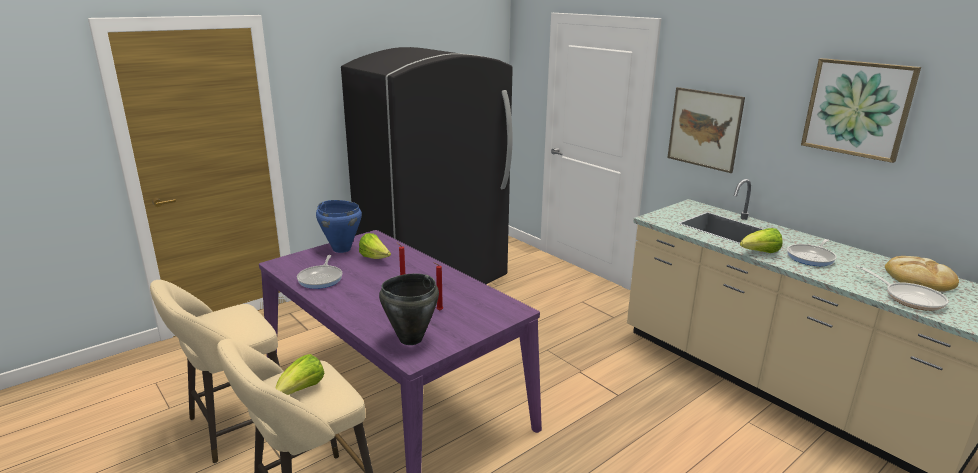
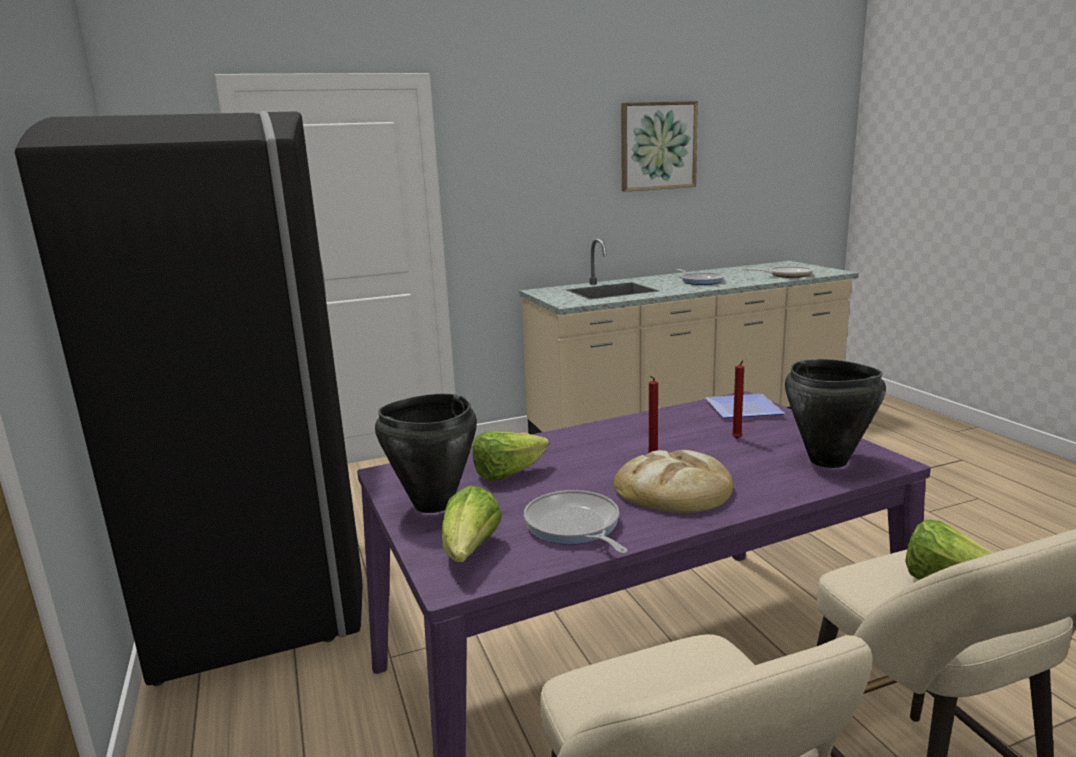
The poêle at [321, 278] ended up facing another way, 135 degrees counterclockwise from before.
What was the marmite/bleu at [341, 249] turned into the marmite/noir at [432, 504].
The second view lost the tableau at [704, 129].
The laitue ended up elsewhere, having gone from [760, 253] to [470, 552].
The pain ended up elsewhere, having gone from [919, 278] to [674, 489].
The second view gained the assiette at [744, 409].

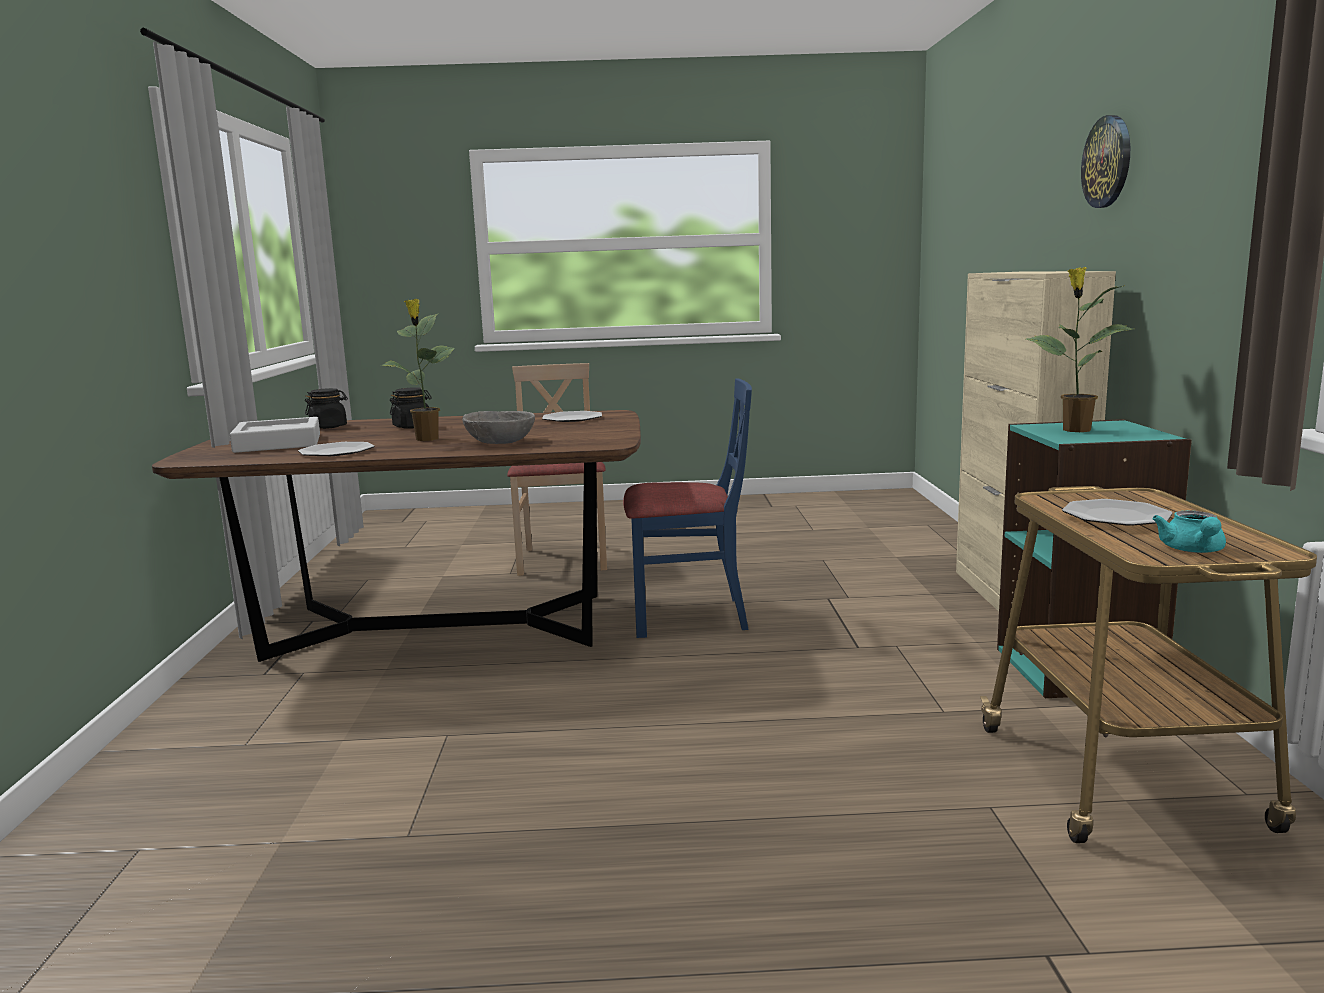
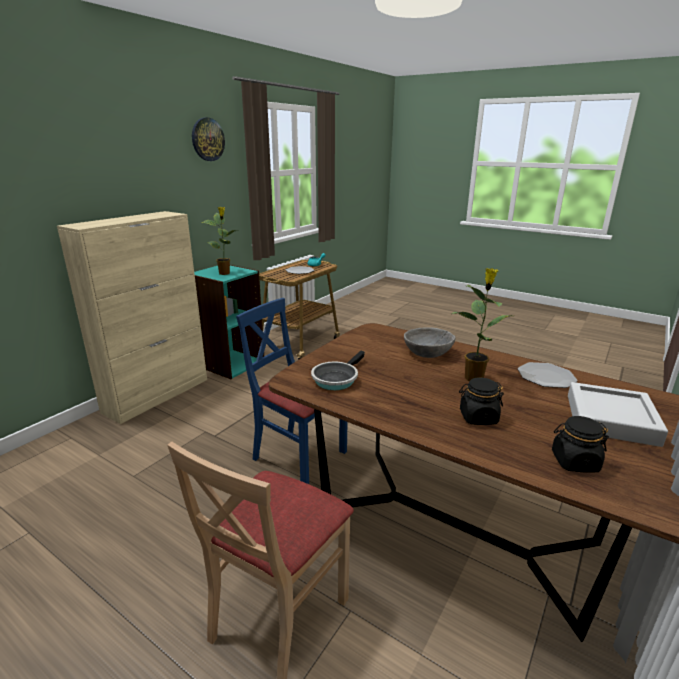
Where the assiette stood at [572, 418], the poêle came to stand at [336, 379].
The horloge murale ended up elsewhere, having gone from [1107, 162] to [207, 139].

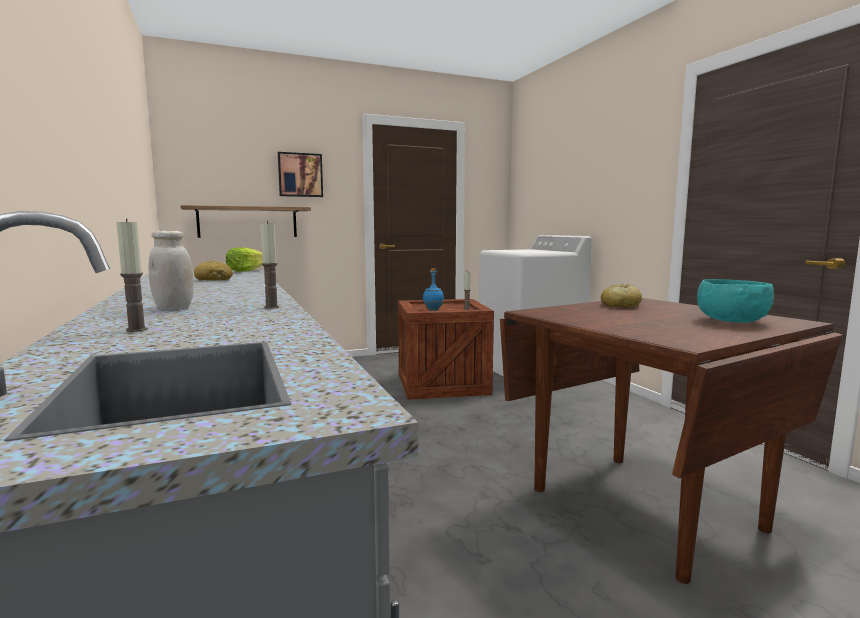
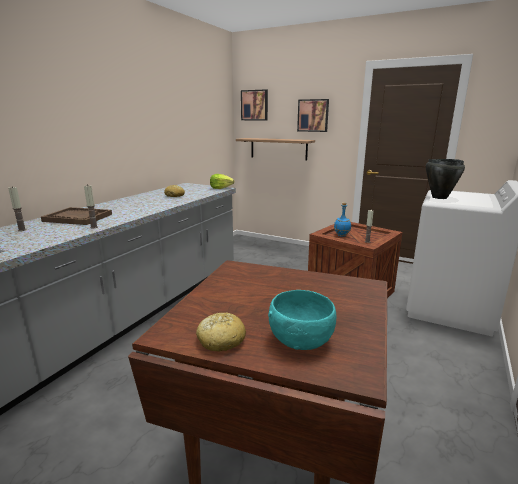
Where the bocal/blanc stood at [174, 308], the plateau/marron came to stand at [77, 218].
The pain ended up elsewhere, having gone from [620, 305] to [220, 340].
The second view gained the tableau at [254, 105].
The second view gained the marmite/noir at [439, 197].

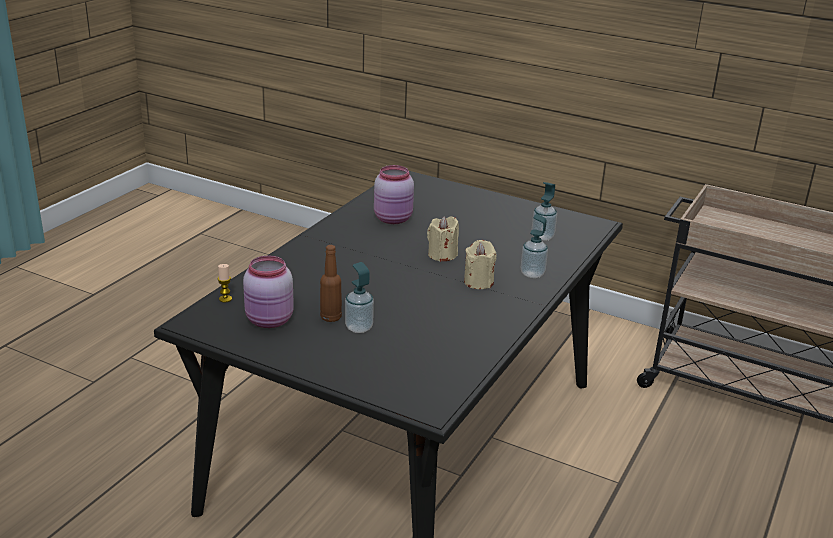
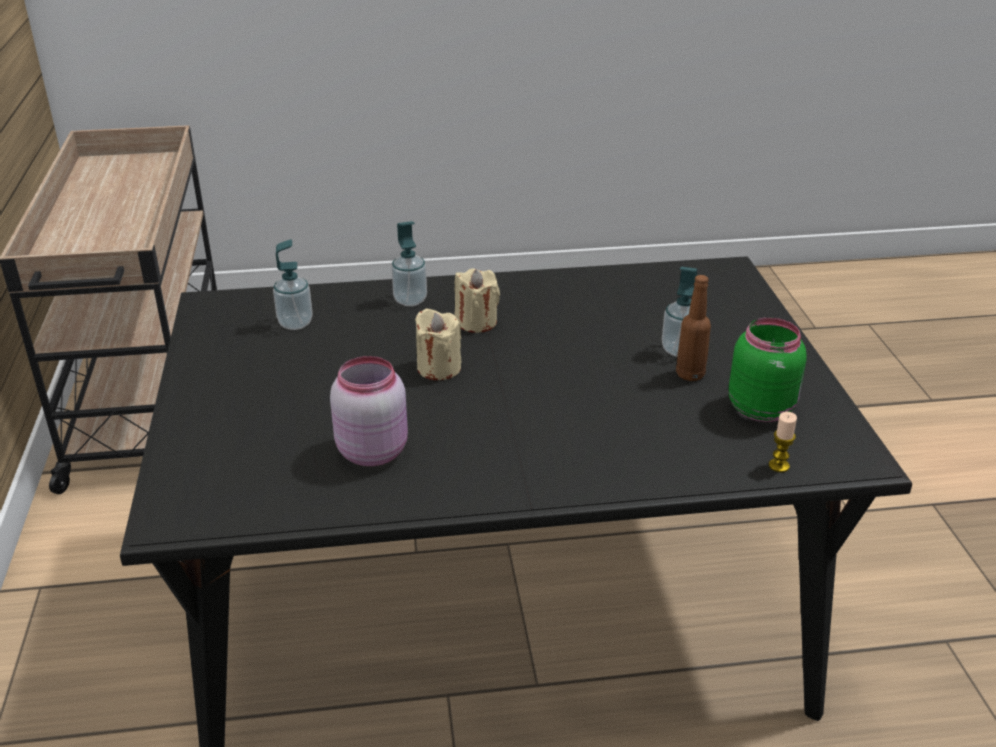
What was the bocal/rose at [270, 321] turned into the bocal/vert at [761, 408].

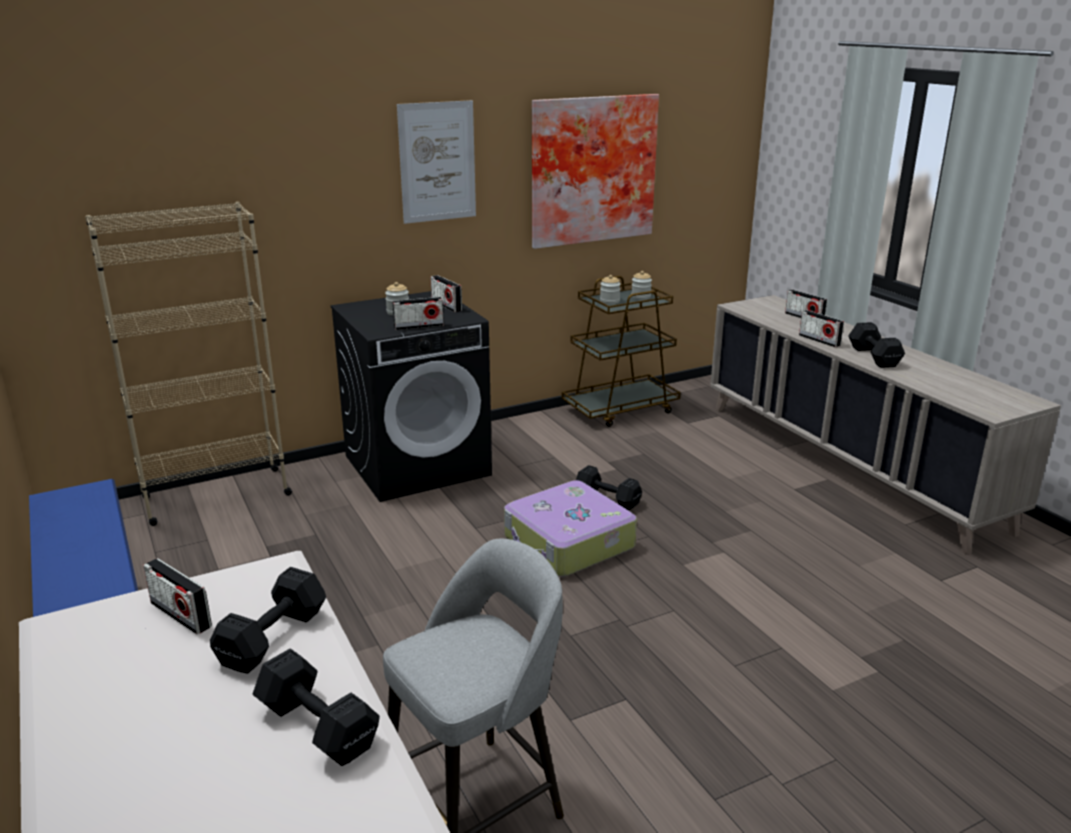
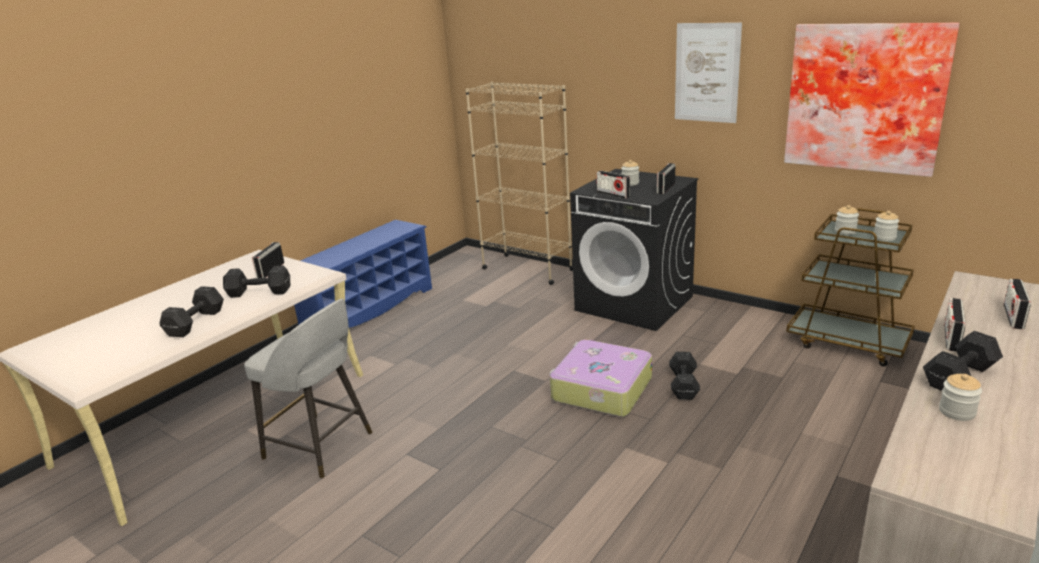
The second view gained the bocal at [957, 412].

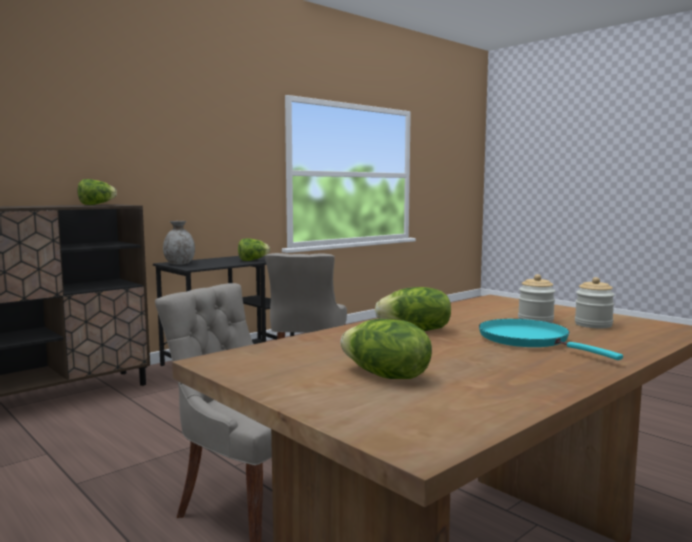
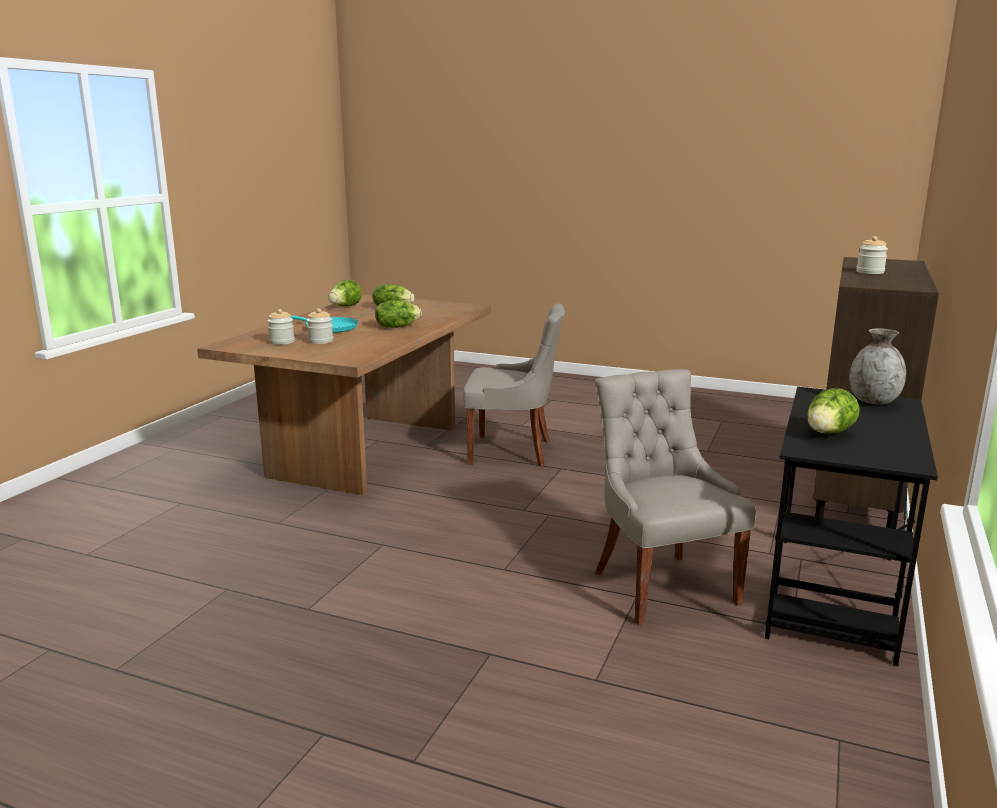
The laitue ended up elsewhere, having gone from [96, 204] to [344, 307].
The second view gained the bocal at [870, 272].

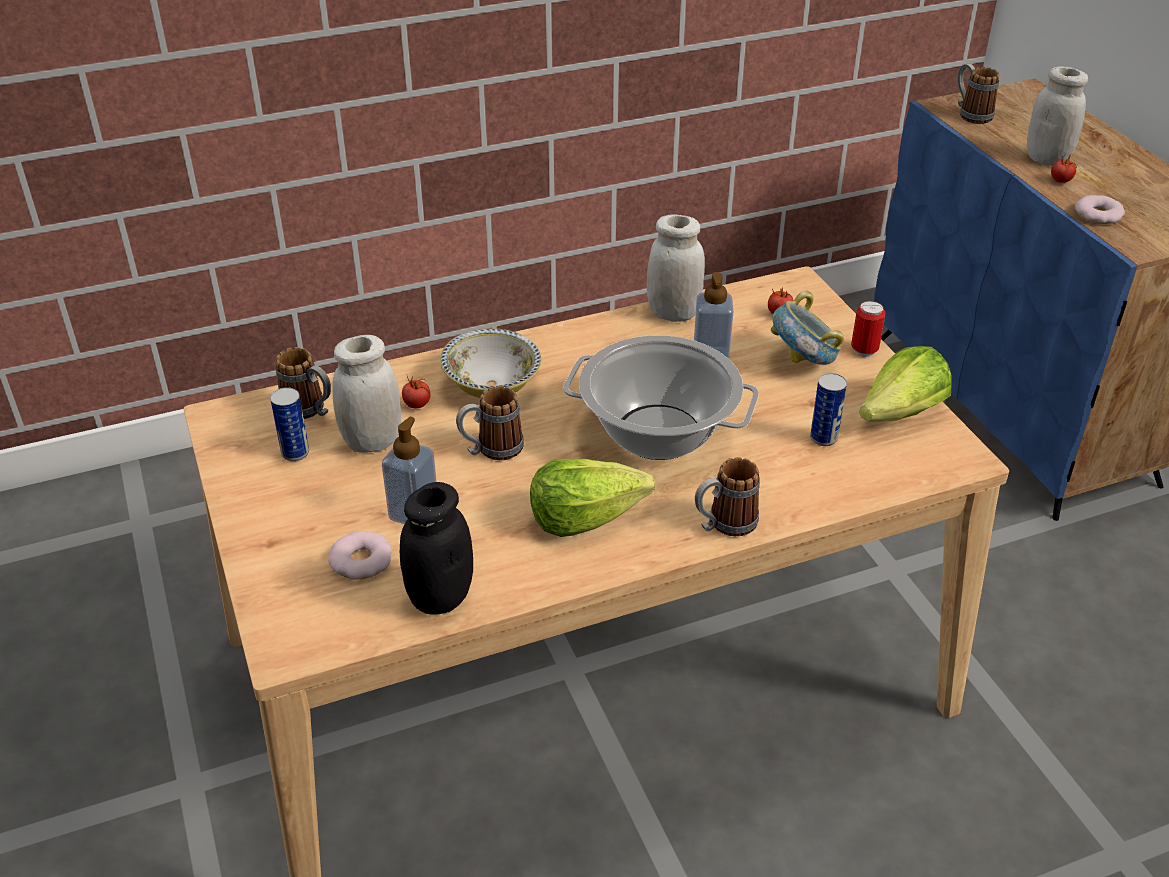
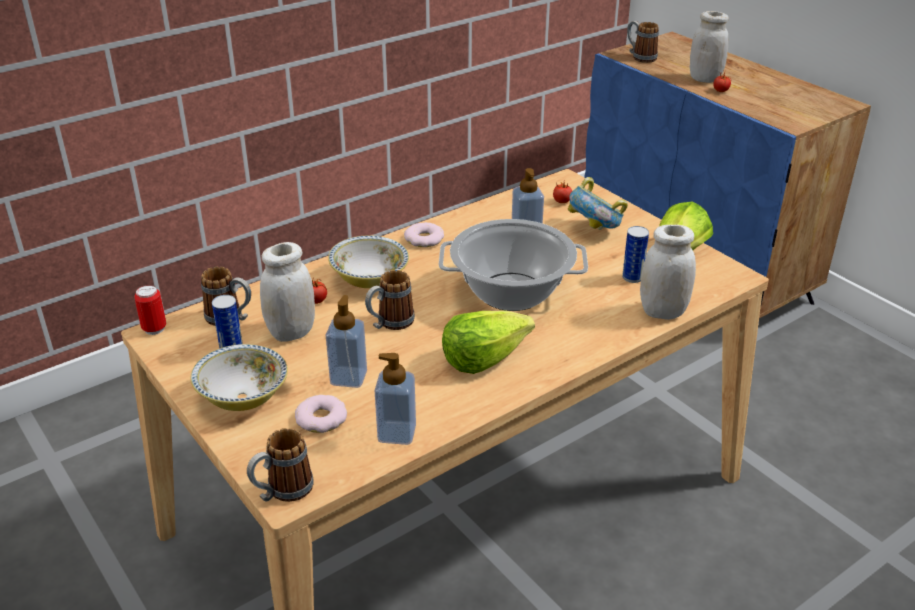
Where the bocal/noir stood at [440, 597], the distributeur de savon came to stand at [397, 433].
The bocal/blanc ended up elsewhere, having gone from [673, 313] to [662, 312].
The mug ended up elsewhere, having gone from [724, 525] to [282, 492].
The boîte métallique ended up elsewhere, having gone from [864, 350] to [154, 329].
The beignet ended up elsewhere, having gone from [1098, 215] to [424, 239].
The second view gained the bol at [243, 397].

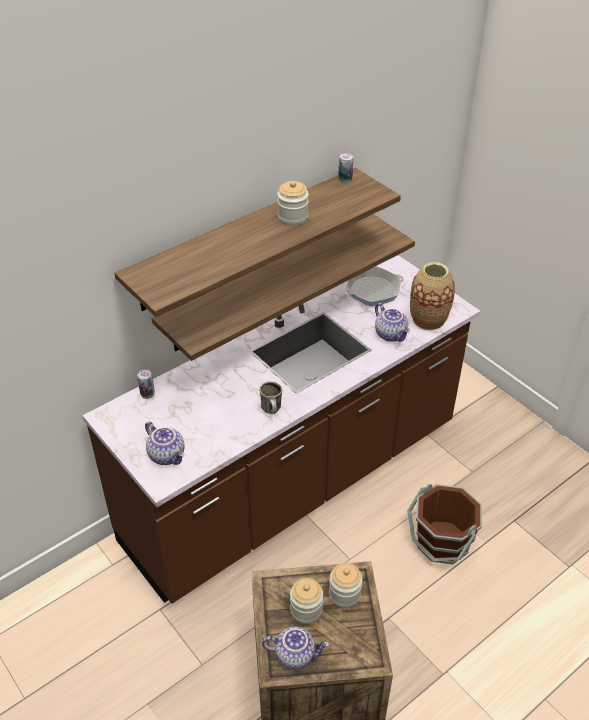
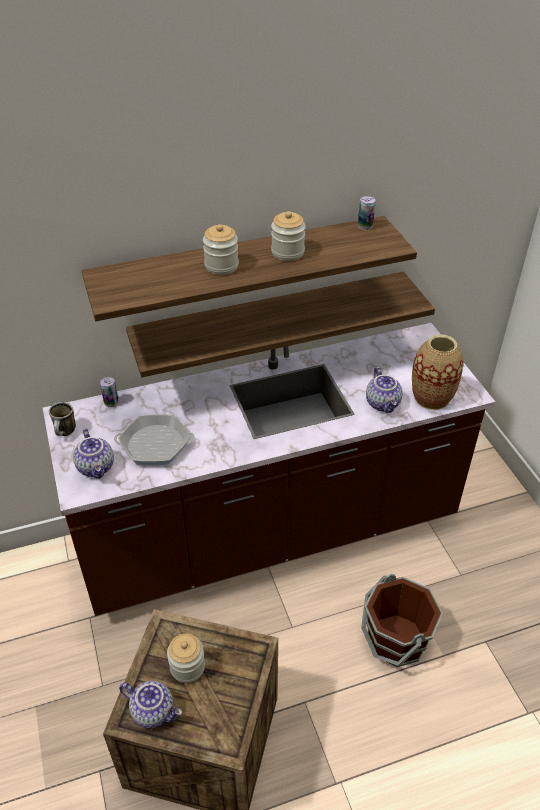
The mug ended up elsewhere, having gone from [272, 410] to [65, 433].
The bocal ended up elsewhere, having gone from [344, 594] to [221, 266].
The poêle ended up elsewhere, having gone from [372, 290] to [155, 445].

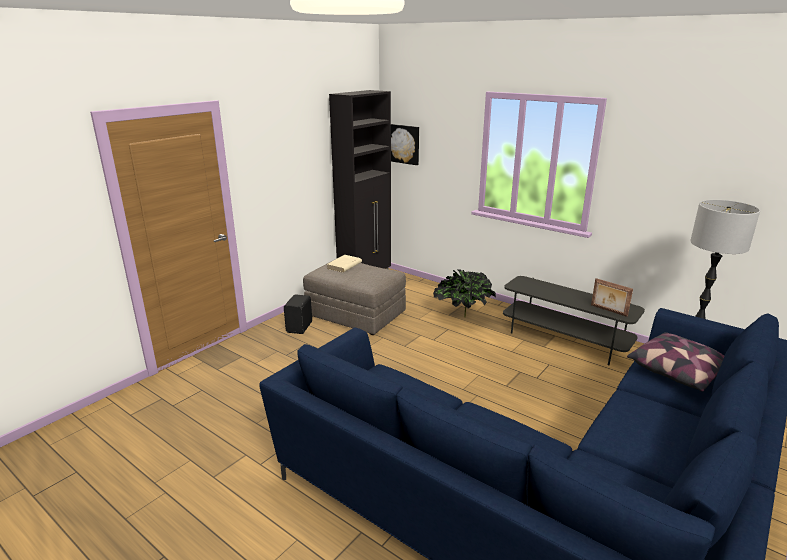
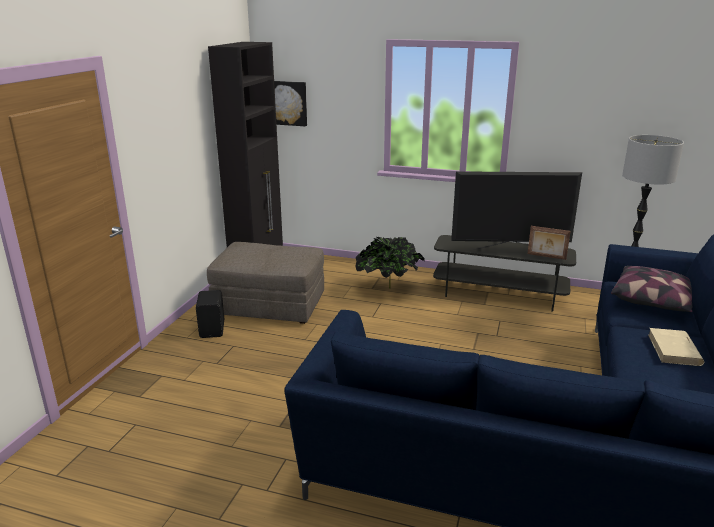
The livre/beige ended up elsewhere, having gone from [344, 265] to [674, 350].
The second view gained the téléviseur at [510, 249].

